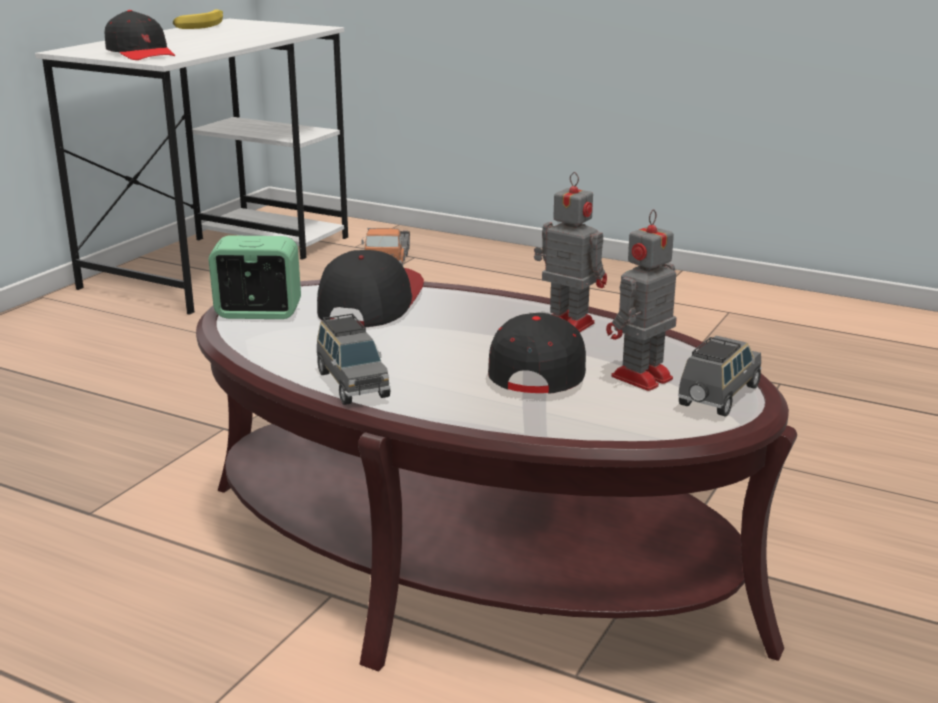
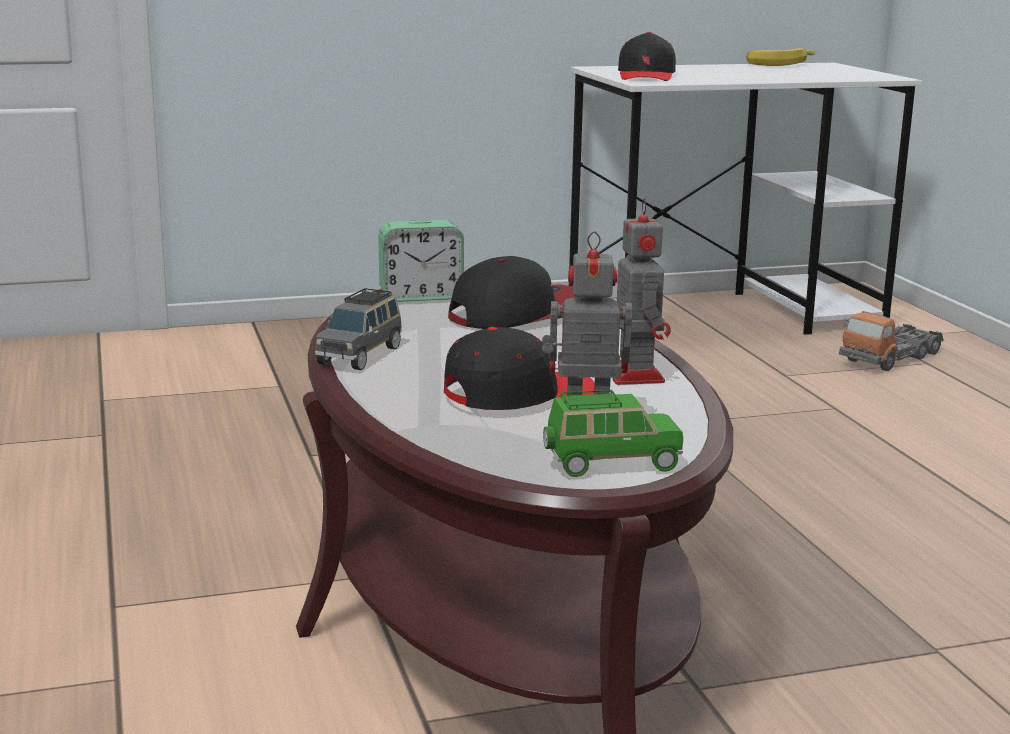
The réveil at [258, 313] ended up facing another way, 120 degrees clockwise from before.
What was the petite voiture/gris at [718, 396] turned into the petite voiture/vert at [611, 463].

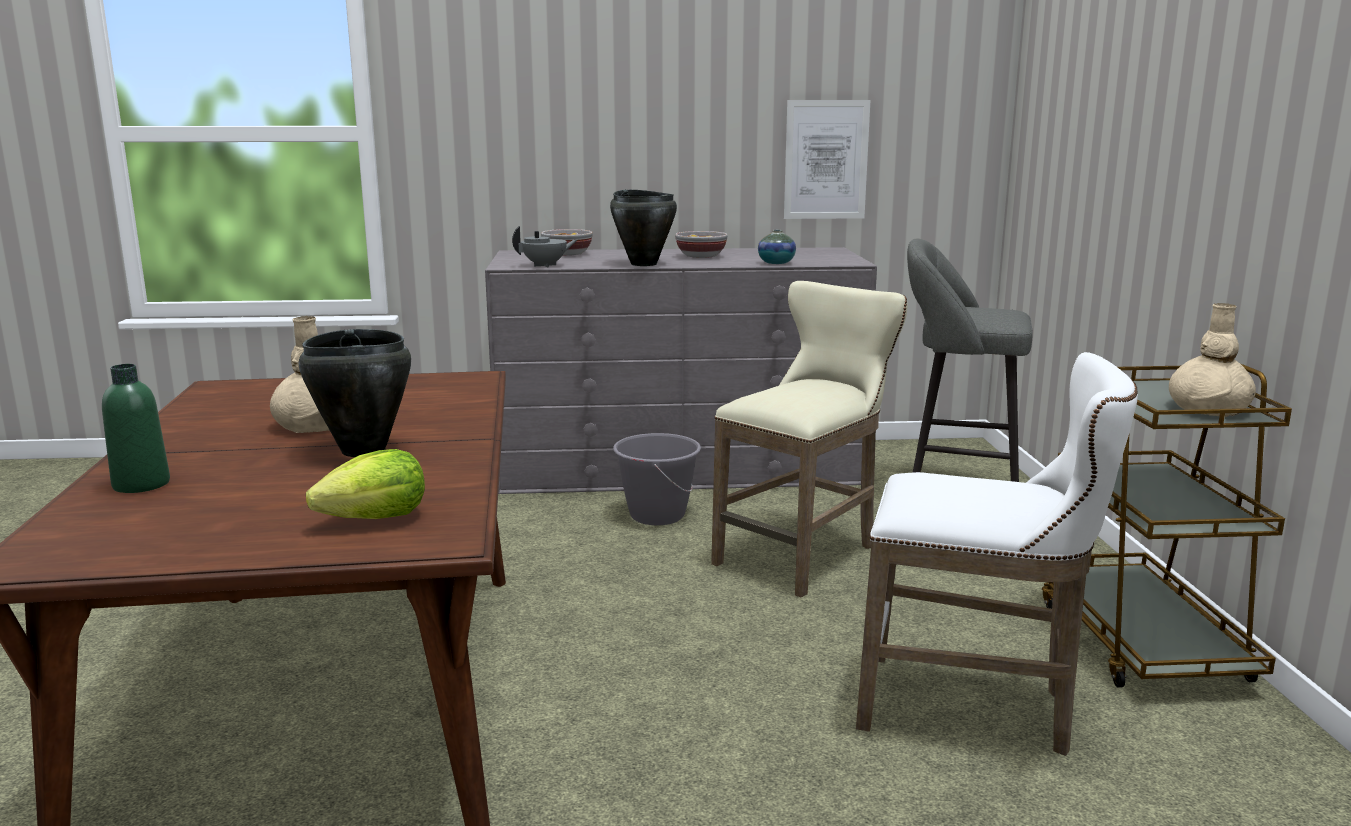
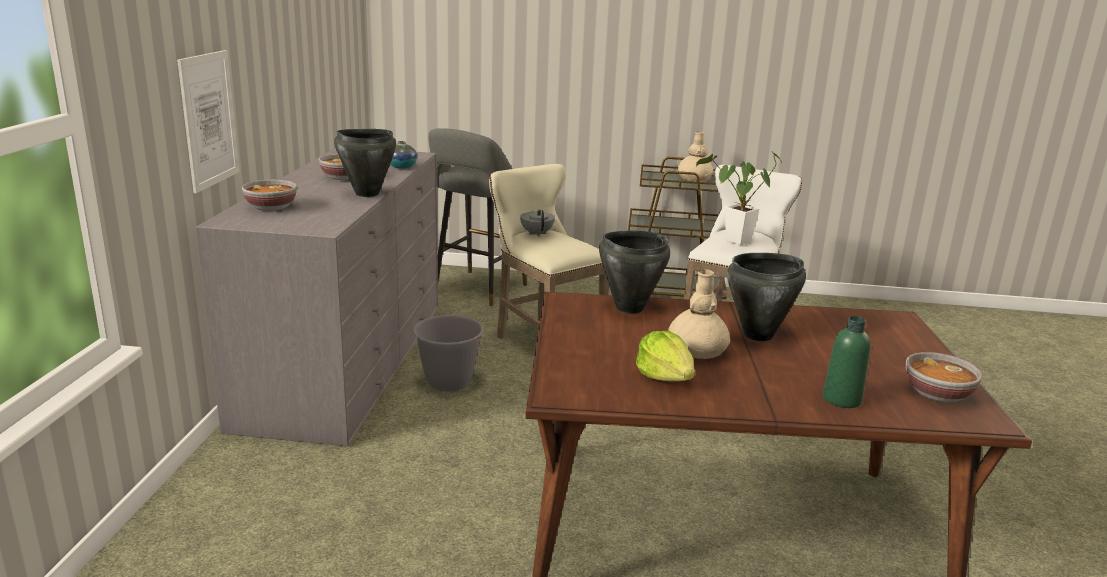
The laitue ended up elsewhere, having gone from [375, 518] to [665, 376].
The théière/gris ended up elsewhere, having gone from [545, 265] to [537, 233].
The tableau ended up elsewhere, having gone from [826, 160] to [209, 120].
The second view gained the marmite/noir at [629, 308].
The second view gained the plante en pot at [734, 242].
The second view gained the bol at [937, 394].

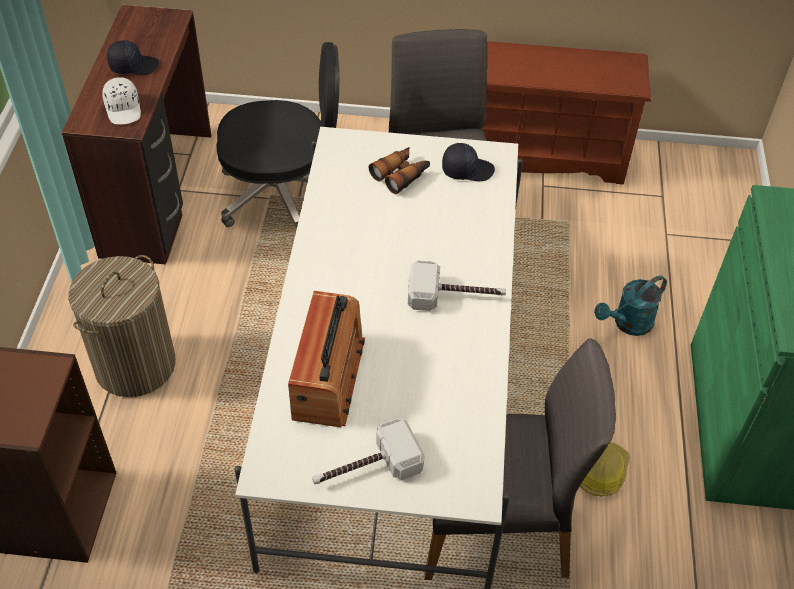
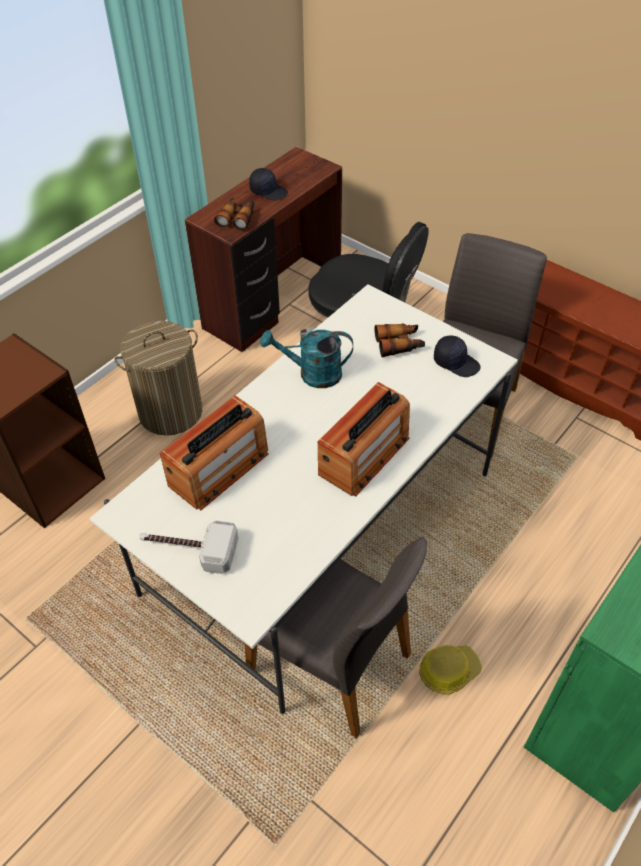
Where the casquette/blanc stood at [124, 109], the jumelles came to stand at [237, 218].
Where the marteau stood at [456, 296], the radio came to stand at [364, 455].
The arrosoir/turquoise ended up elsewhere, having gone from [628, 324] to [312, 374].

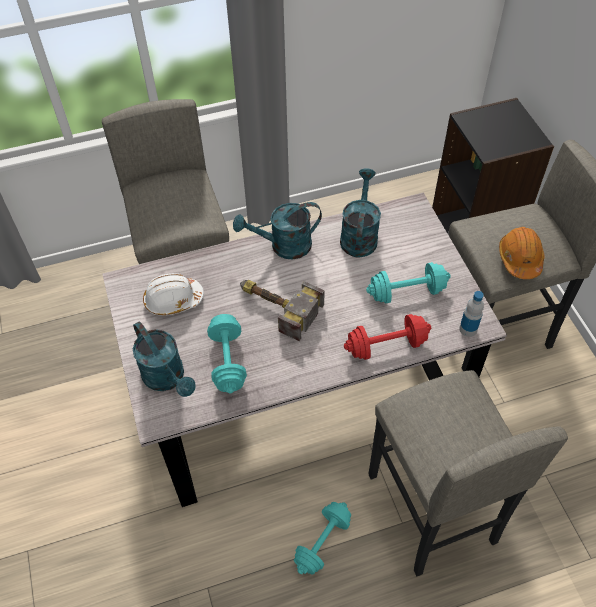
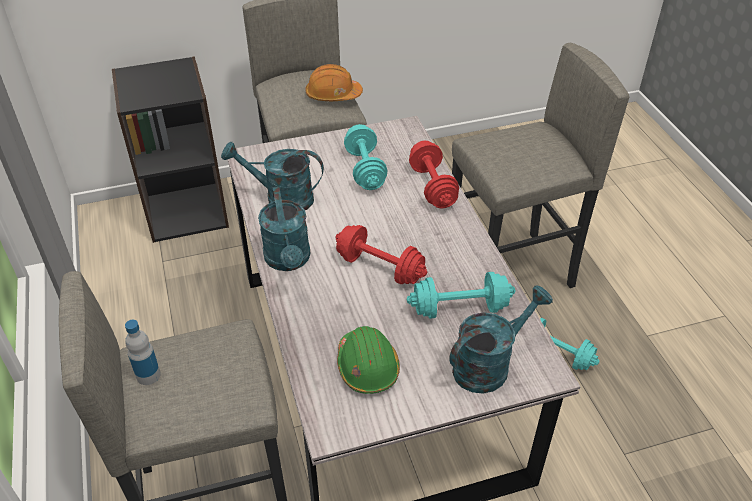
What was the casque de chantier/blanc at [173, 300] turned into the casque de chantier/vert at [367, 366].
Where the marteau stood at [276, 306], the haltère/rouge came to stand at [380, 267].
The bouteille ended up elsewhere, having gone from [468, 329] to [148, 375].

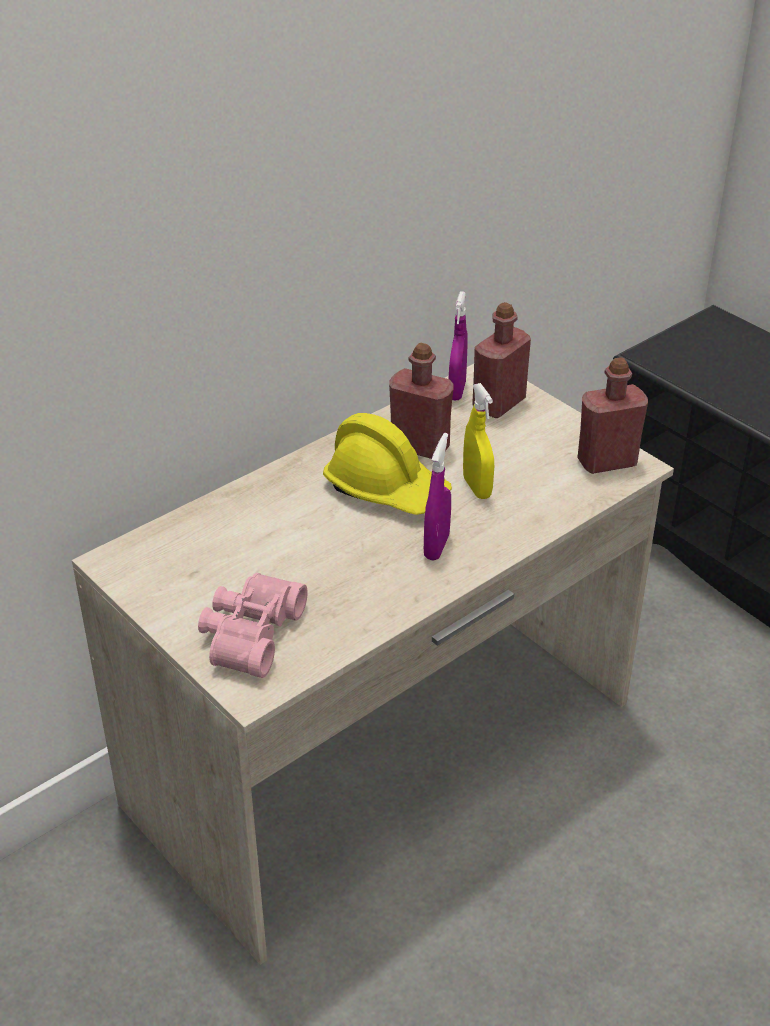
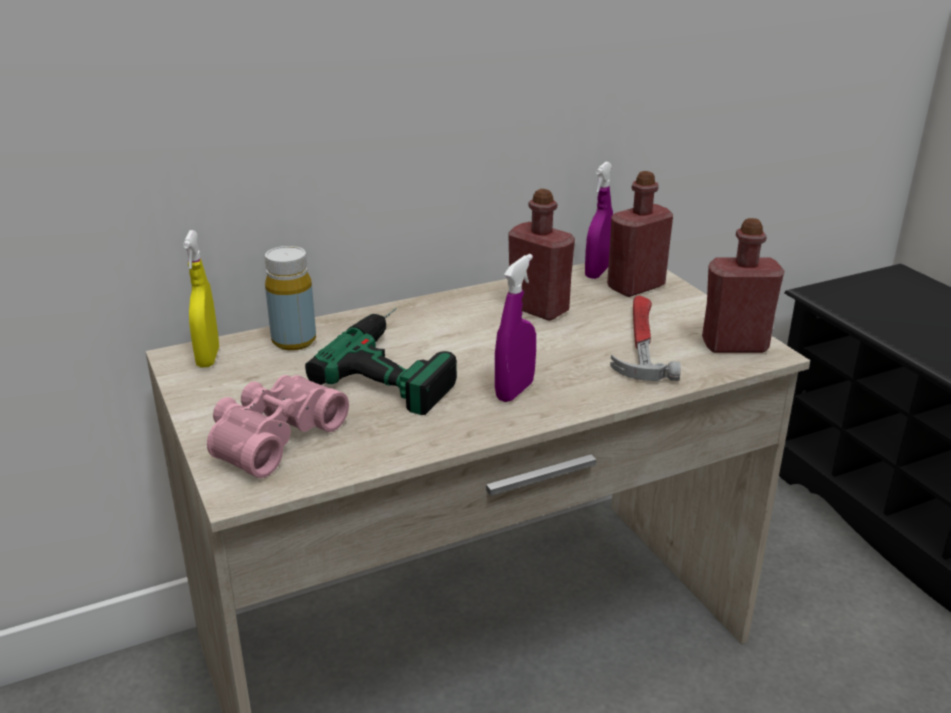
The second view lost the casque de chantier/jaune at [387, 489].
The vaporisateur/jaune ended up elsewhere, having gone from [477, 488] to [208, 358].
The second view gained the bouteille/jaune at [294, 341].
The second view gained the perceuse at [401, 363].
The second view gained the marteau at [640, 342].

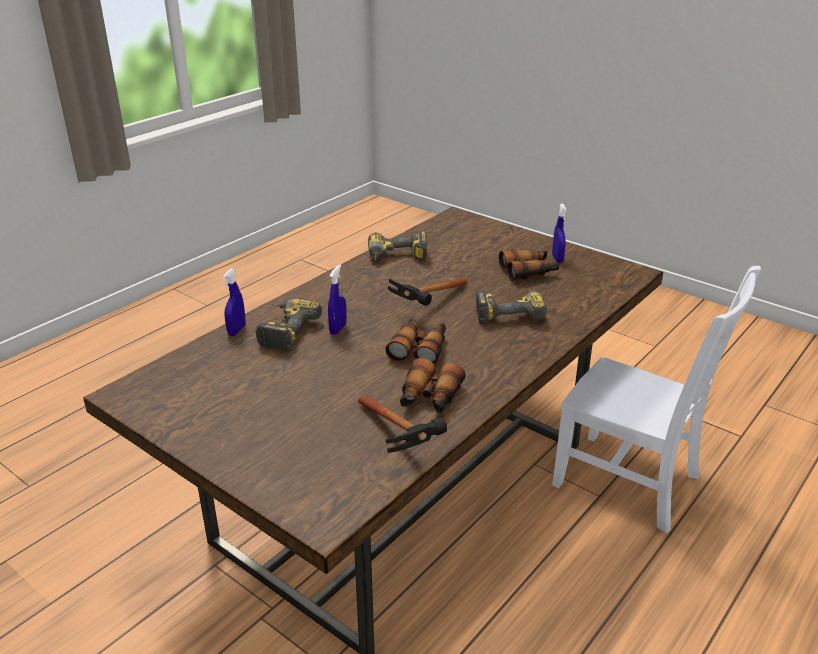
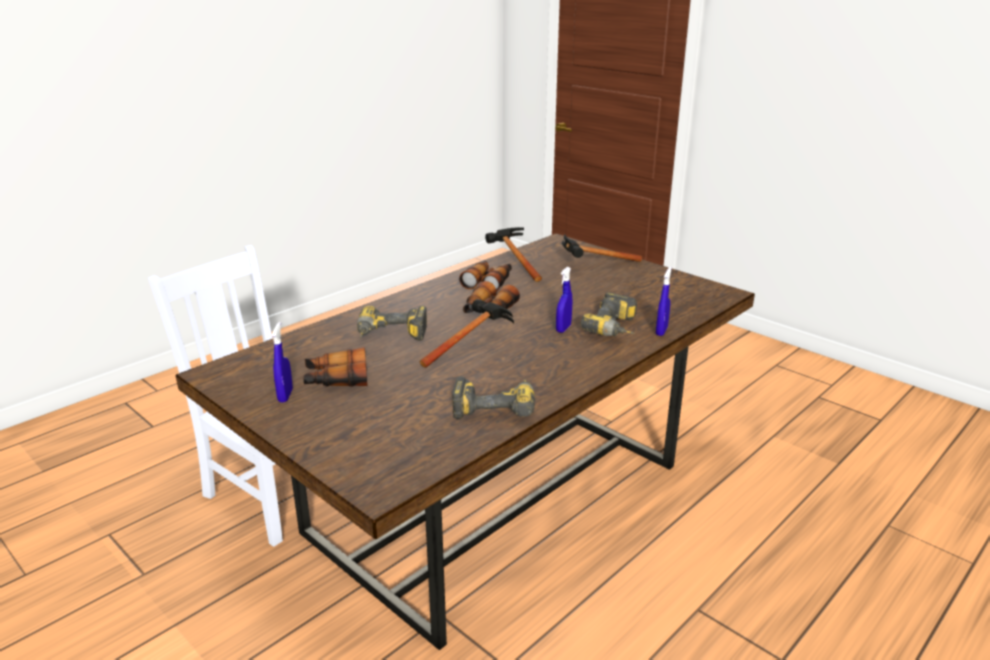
The second view gained the marteau at [592, 266].

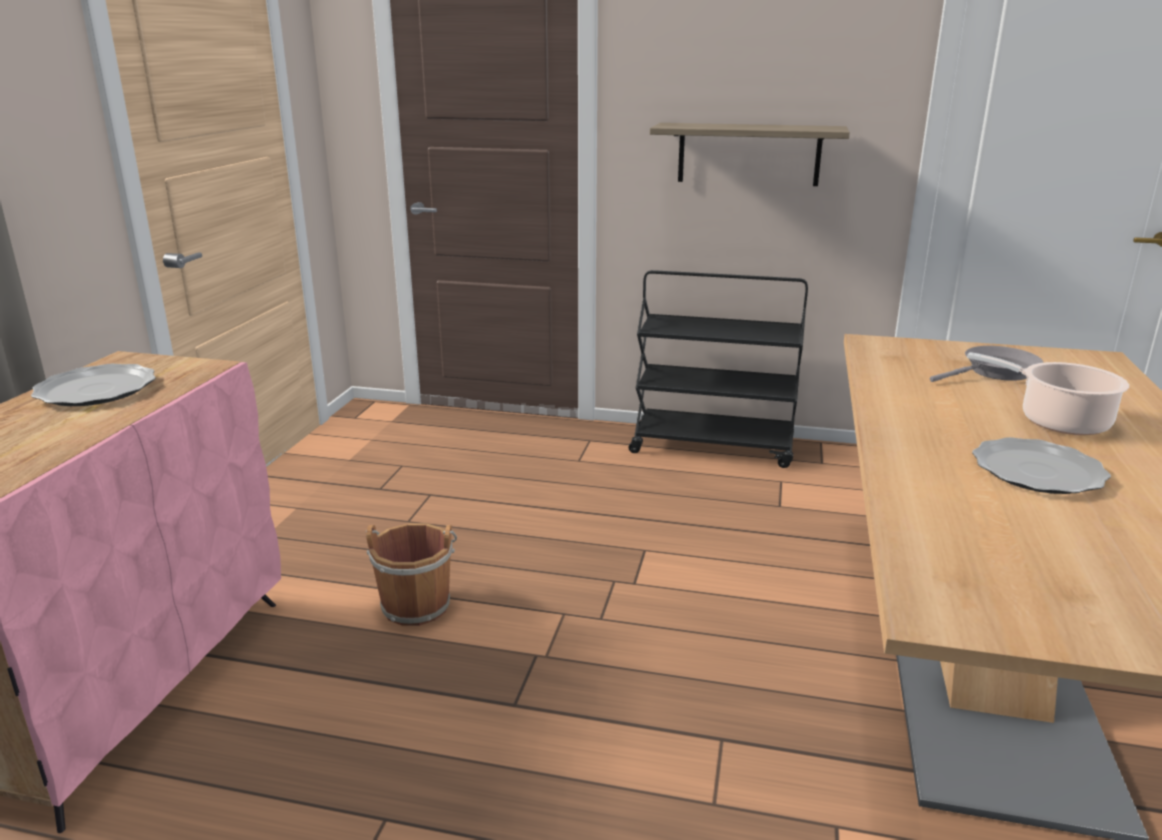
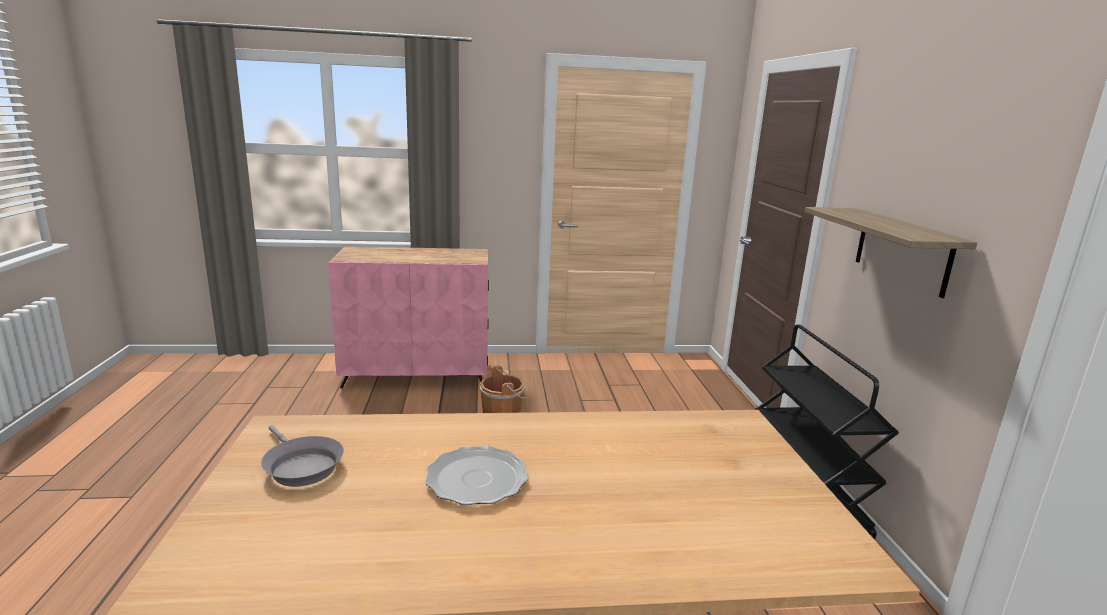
The second view lost the assiette at [97, 389].
The poêle/gris ended up elsewhere, having gone from [995, 372] to [300, 466].
The second view lost the marmite at [1057, 421].

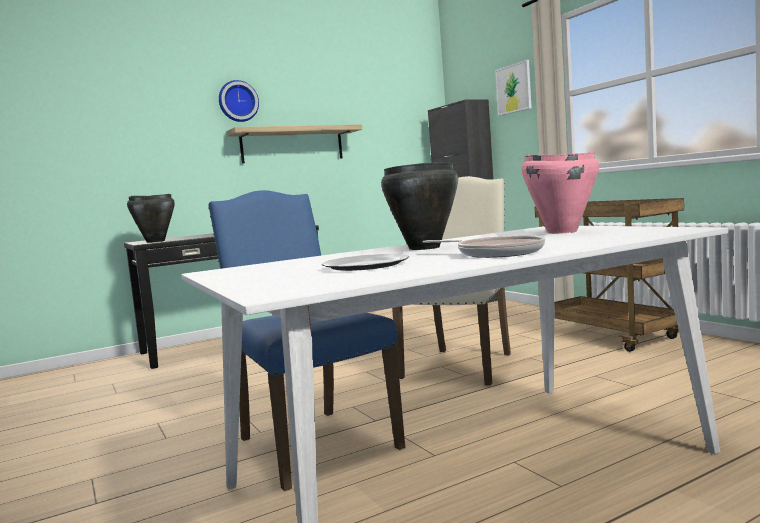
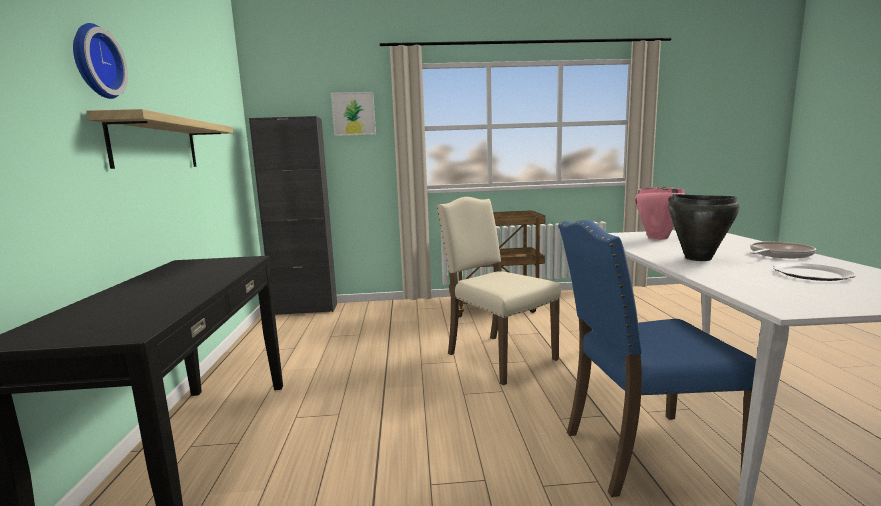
The second view lost the marmite/noir at [155, 241].

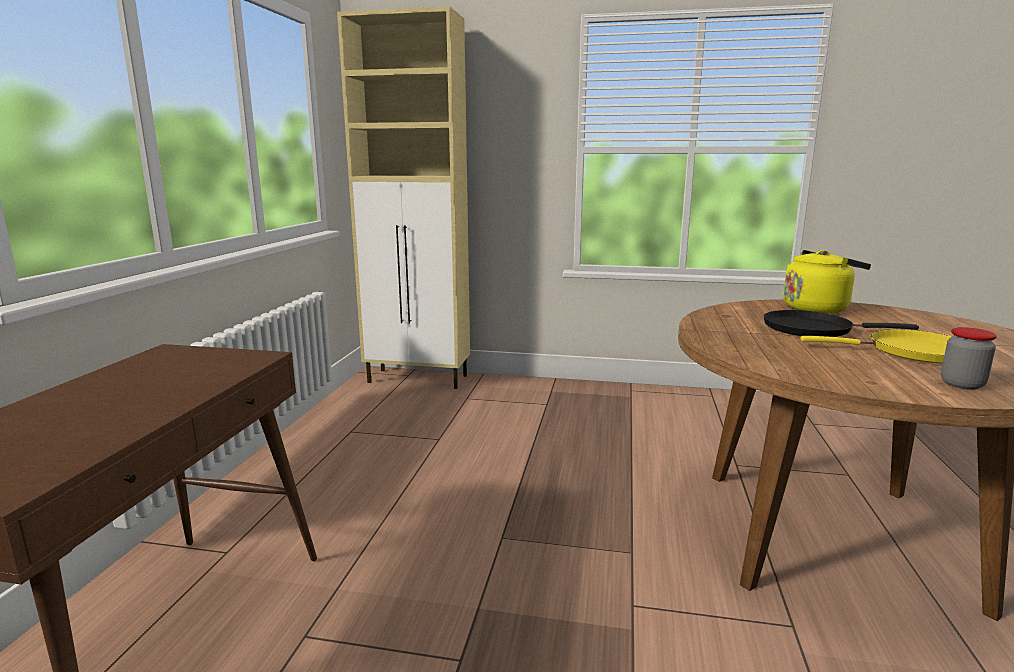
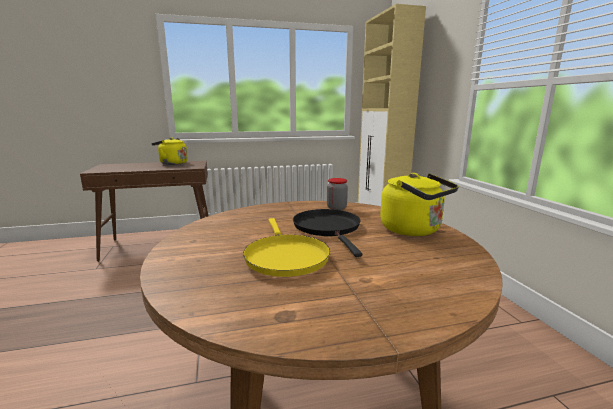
The bocal ended up elsewhere, having gone from [962, 384] to [336, 208].
The second view gained the bouilloire/jaune at [172, 163].

